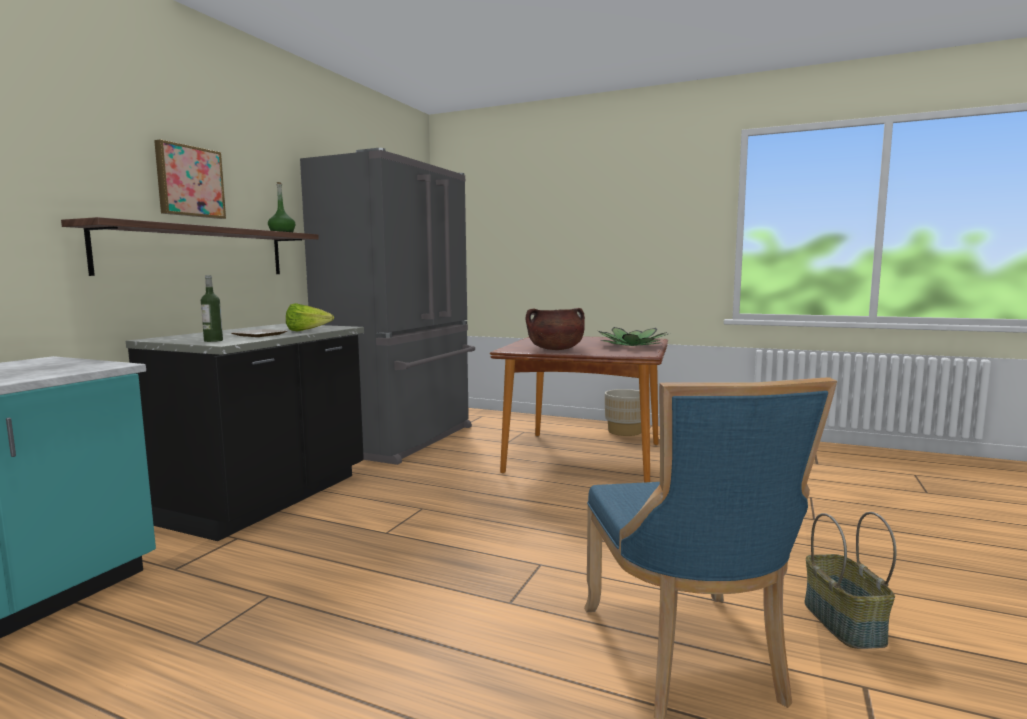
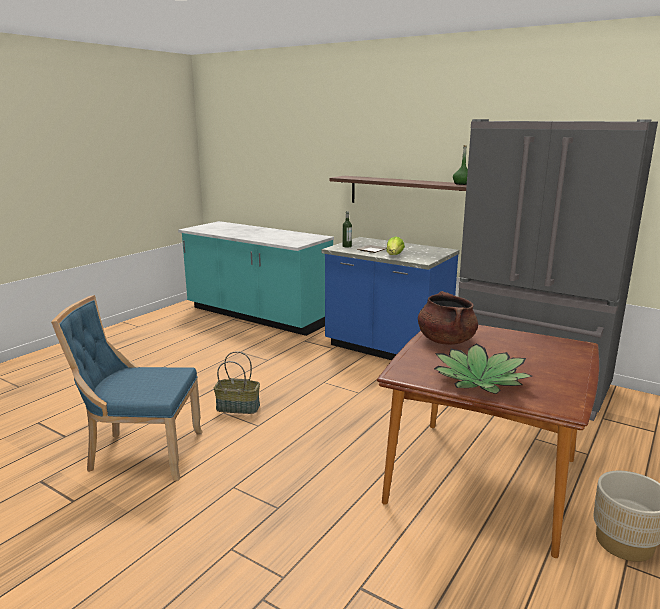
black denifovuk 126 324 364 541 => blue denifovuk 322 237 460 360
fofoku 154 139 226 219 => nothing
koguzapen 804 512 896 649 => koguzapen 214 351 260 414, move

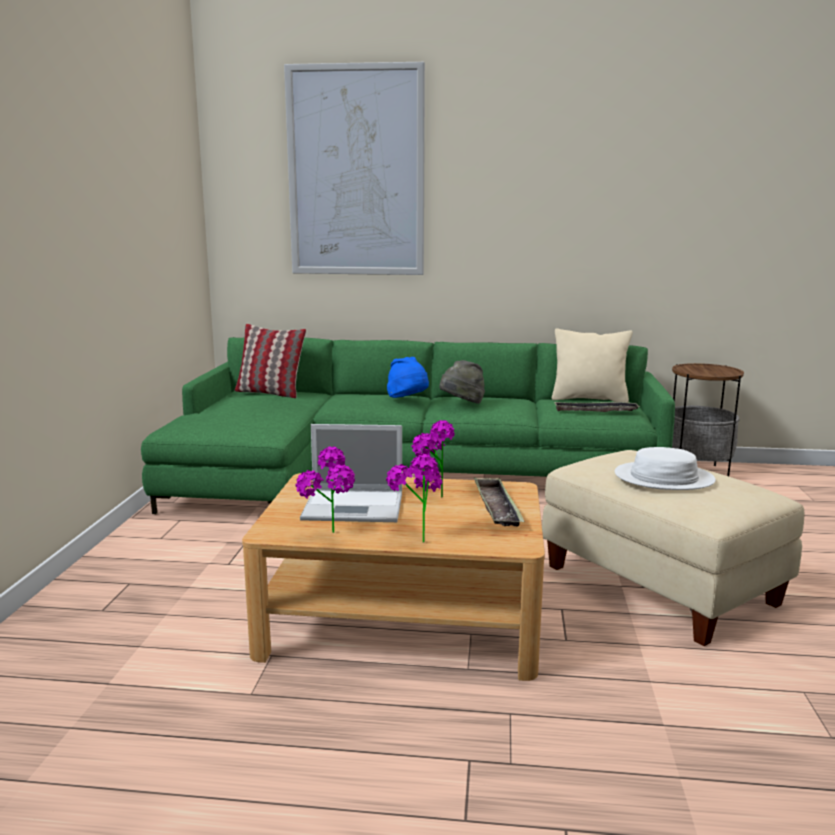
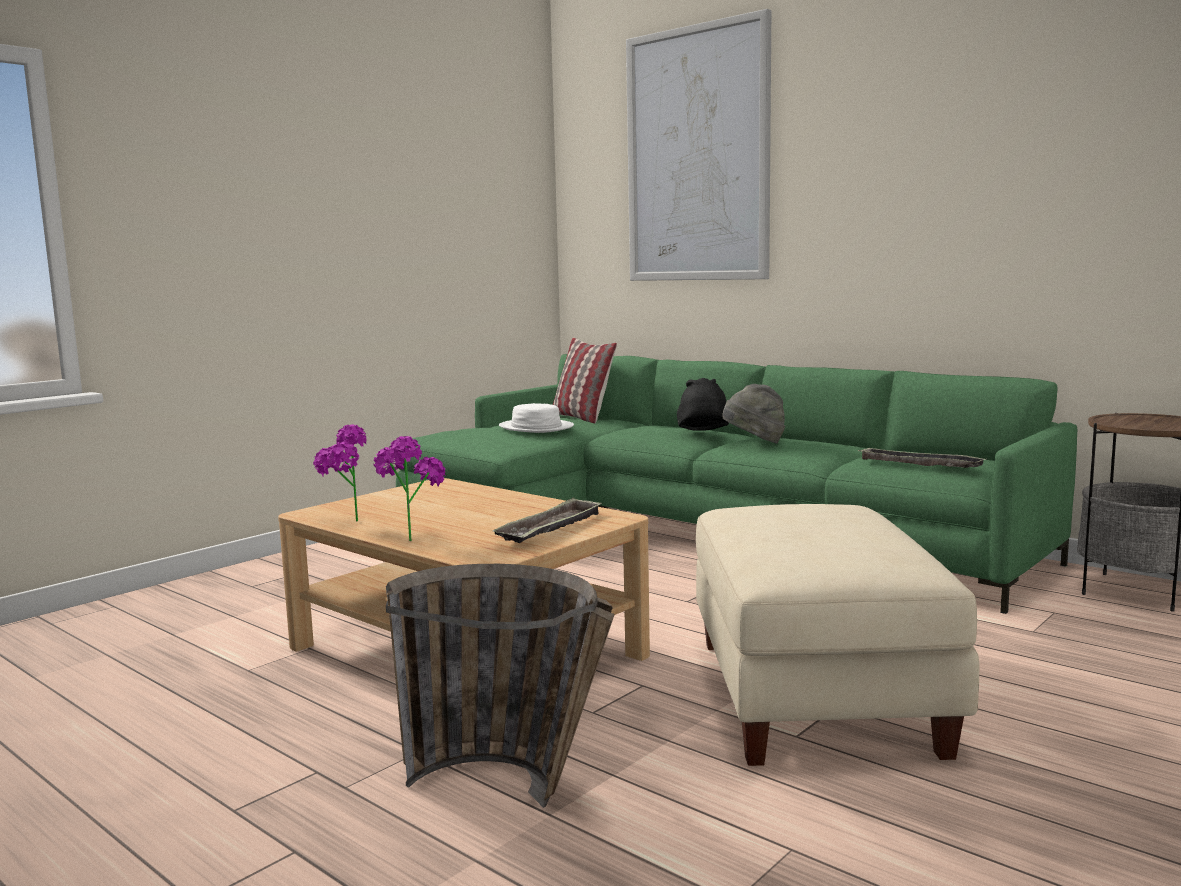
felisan 300 424 402 522 => nothing
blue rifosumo 387 357 429 398 => black rifosumo 677 378 729 431
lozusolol 412 420 455 498 => nothing
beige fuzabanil 552 329 633 402 => nothing
white rifosumo 615 447 716 490 => white rifosumo 499 403 574 433, move
nothing => koguzapen 386 564 615 808

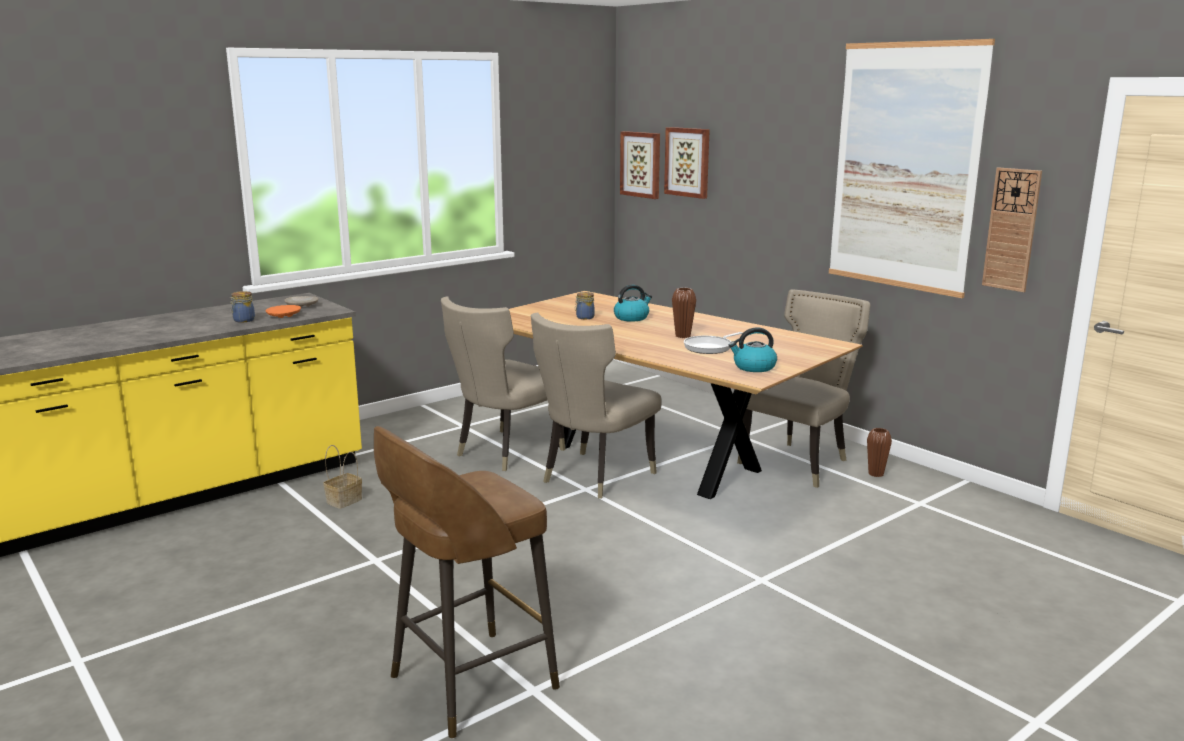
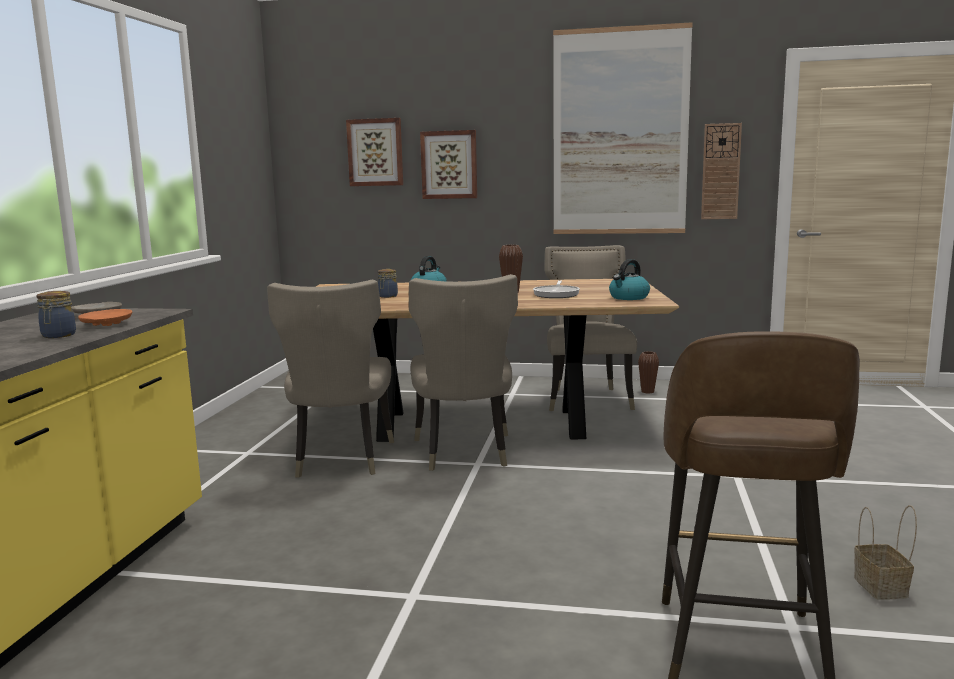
koguzapen 323 445 362 509 => koguzapen 854 505 917 599, move
fofoku 620 131 660 199 => fofoku 420 130 477 199, move

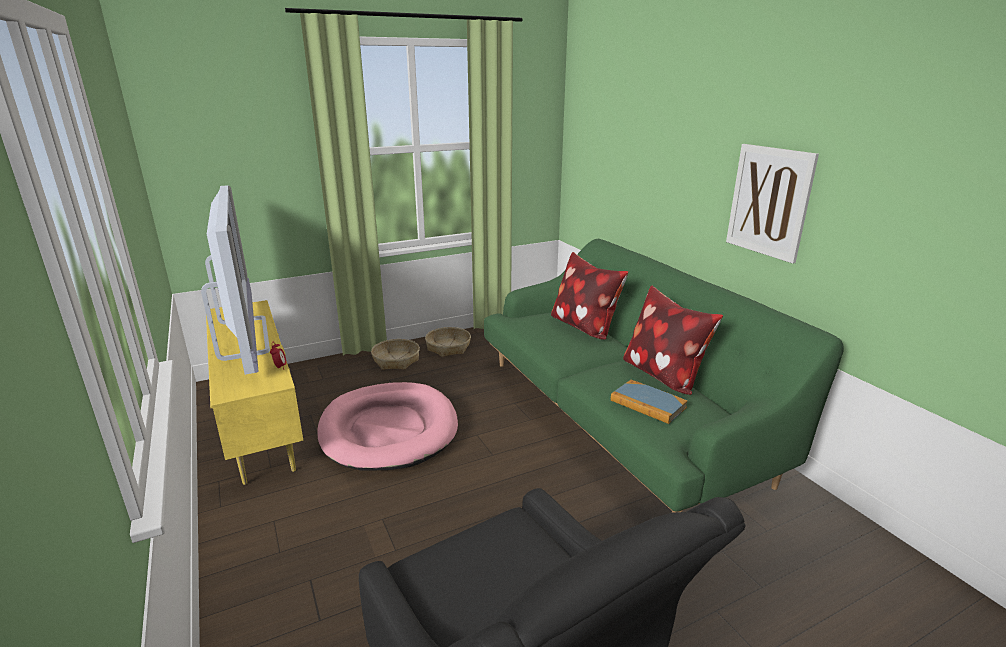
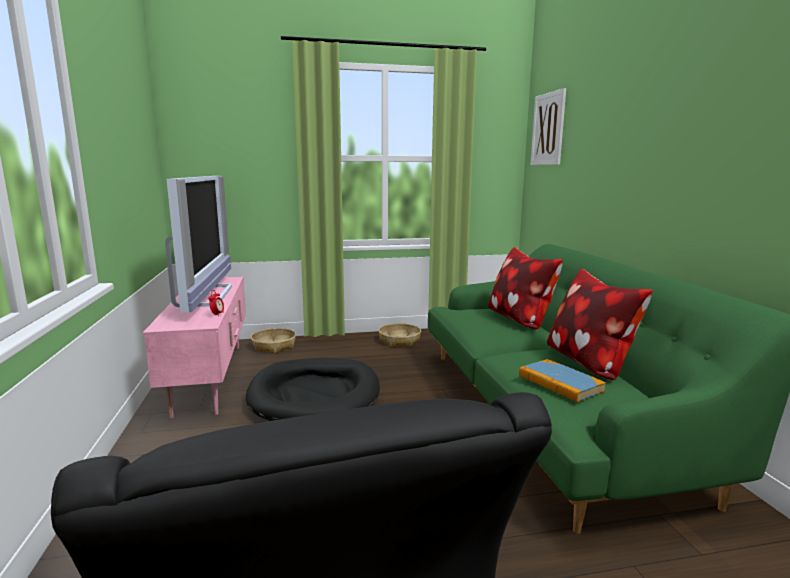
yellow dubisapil 206 300 303 485 => pink dubisapil 142 277 246 419
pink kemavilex 317 382 458 471 => black kemavilex 246 358 380 421
koguzapen 371 339 420 370 => koguzapen 251 328 296 353, move
fofoku 726 144 819 264 => fofoku 530 88 566 165, move

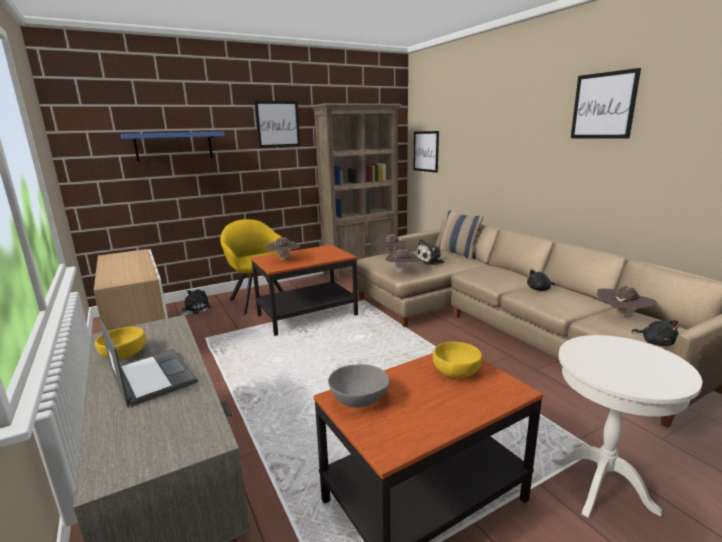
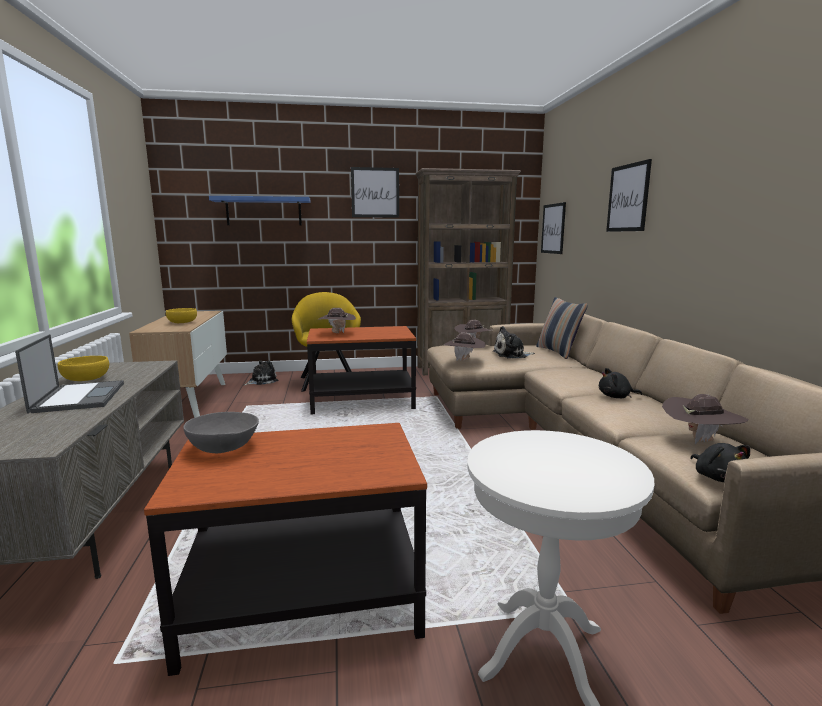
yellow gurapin 433 342 482 378 => yellow gurapin 166 308 197 323, move
fofoku 571 68 641 139 => fofoku 606 159 652 232, move

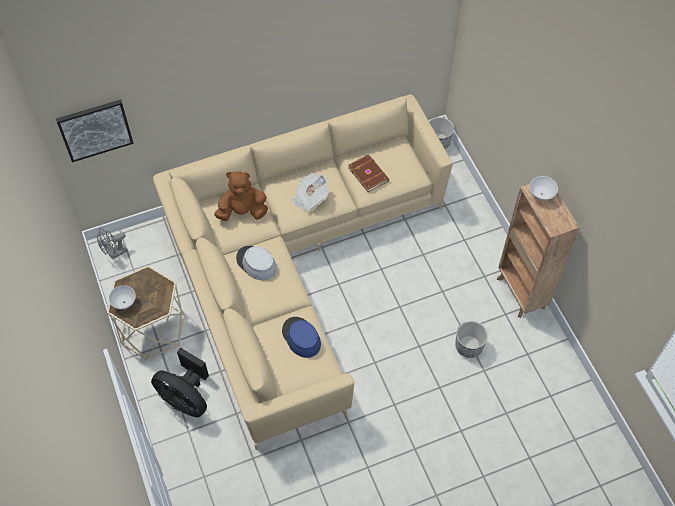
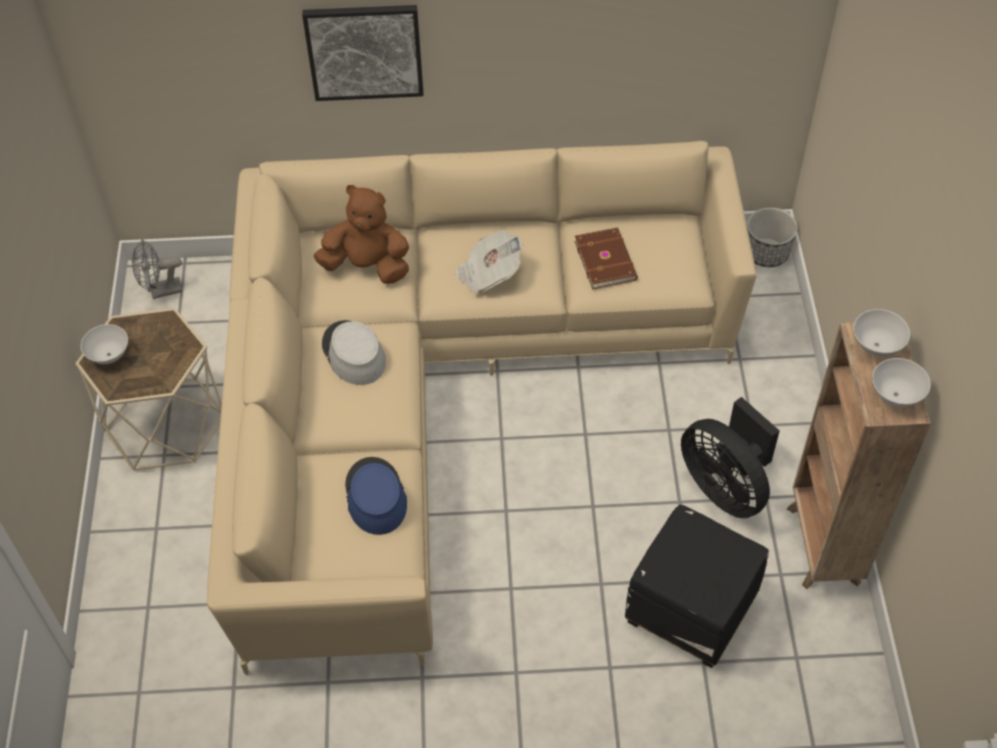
fofoku 56 100 134 162 => fofoku 302 5 423 101, move
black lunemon 151 348 209 417 => black lunemon 681 397 779 518, move
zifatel 455 321 488 358 => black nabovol 625 505 769 668
nothing => white gurapin 872 358 931 407

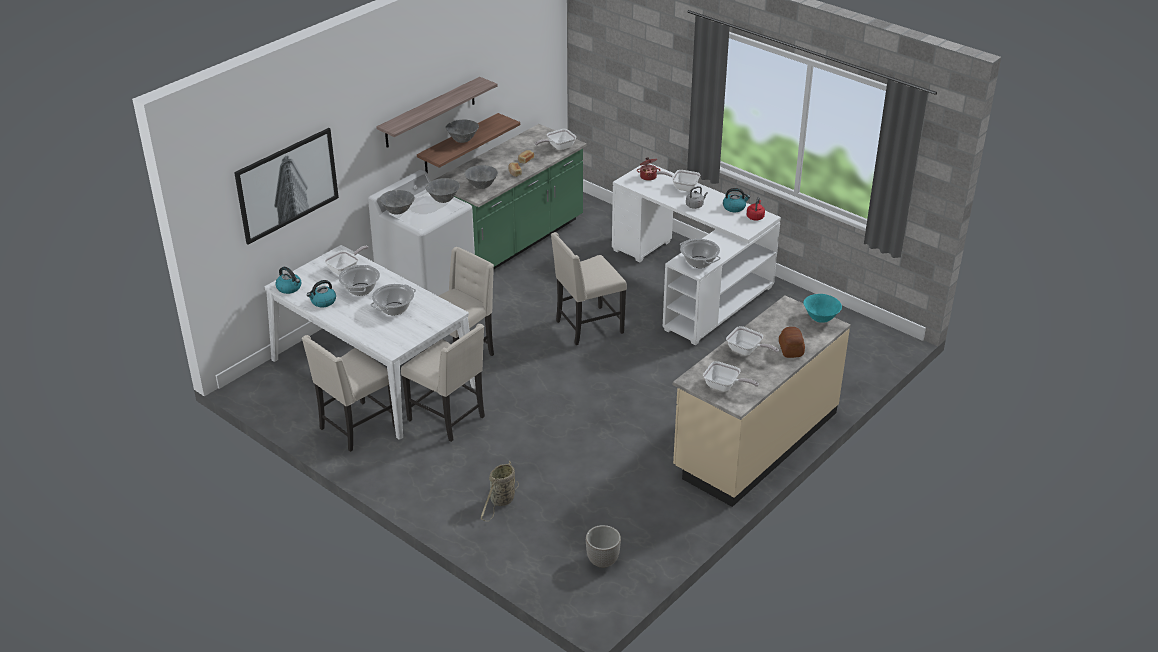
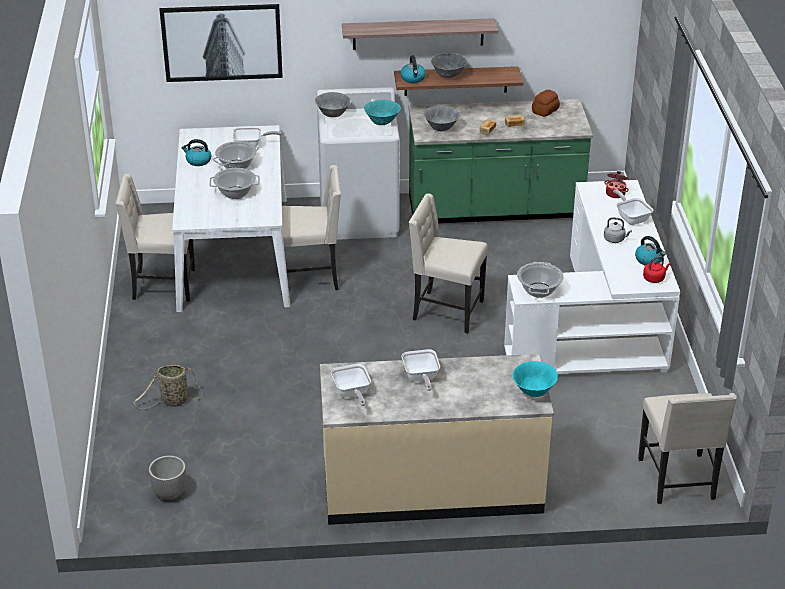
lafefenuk 275 267 301 294 => lafefenuk 401 55 426 83, move
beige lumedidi 401 324 485 442 => beige lumedidi 638 393 737 504, move
grey gurapin 426 178 460 203 => turquoise gurapin 364 100 401 125
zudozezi 535 129 576 150 => nothing
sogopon 779 327 805 358 => sogopon 532 90 560 117, move

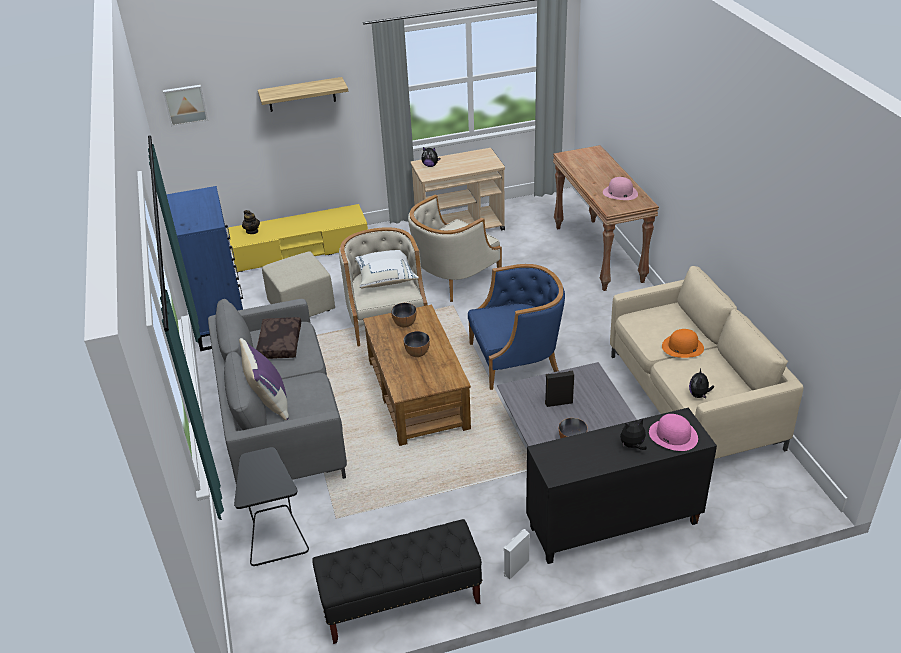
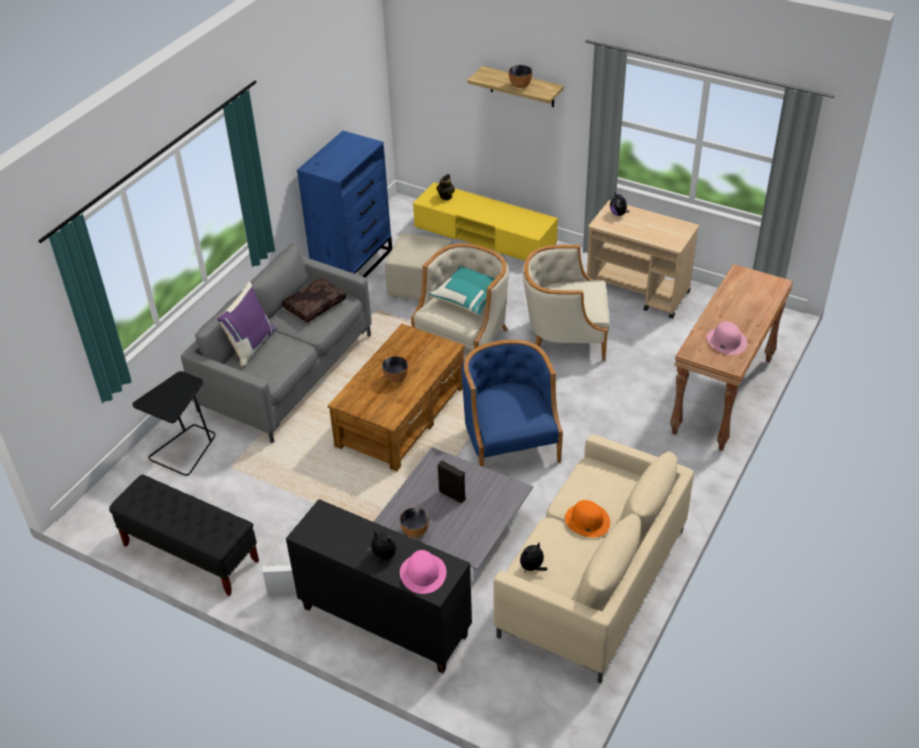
fofoku 163 85 208 126 => nothing
white fuzabanil 355 250 419 288 => turquoise fuzabanil 428 266 495 316
gurapin 391 303 417 328 => gurapin 508 65 532 88, move
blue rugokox 468 264 565 390 => blue rugokox 462 340 563 467, 135 degrees counterclockwise

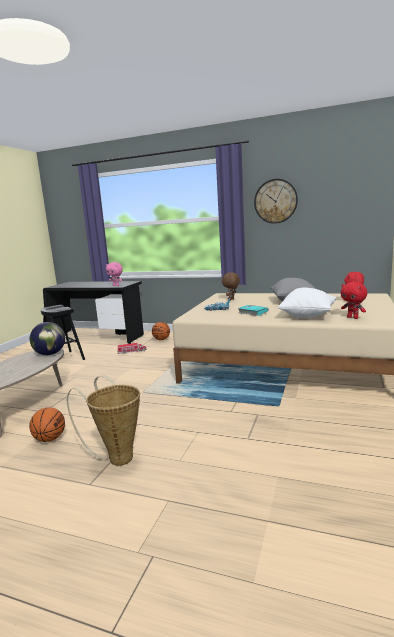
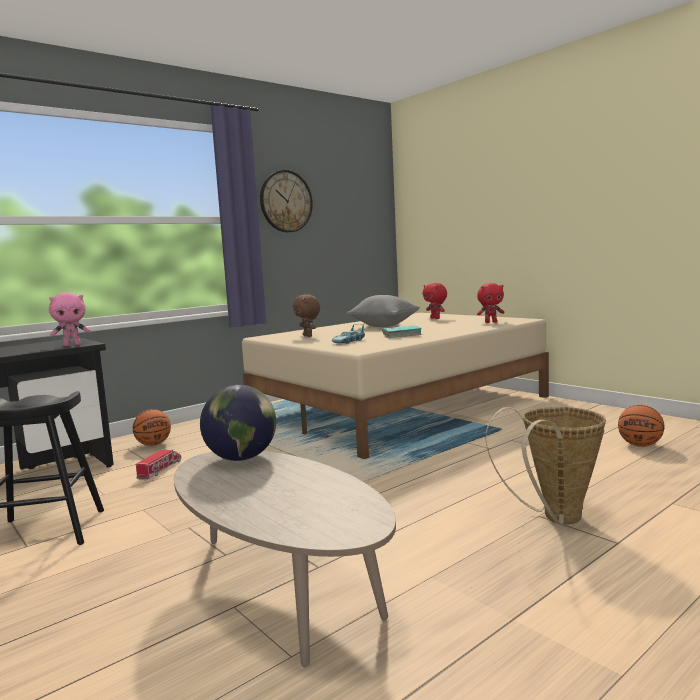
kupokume 29 407 65 442 => kupokume 618 405 664 447, move
white fuzabanil 278 288 336 318 => nothing

